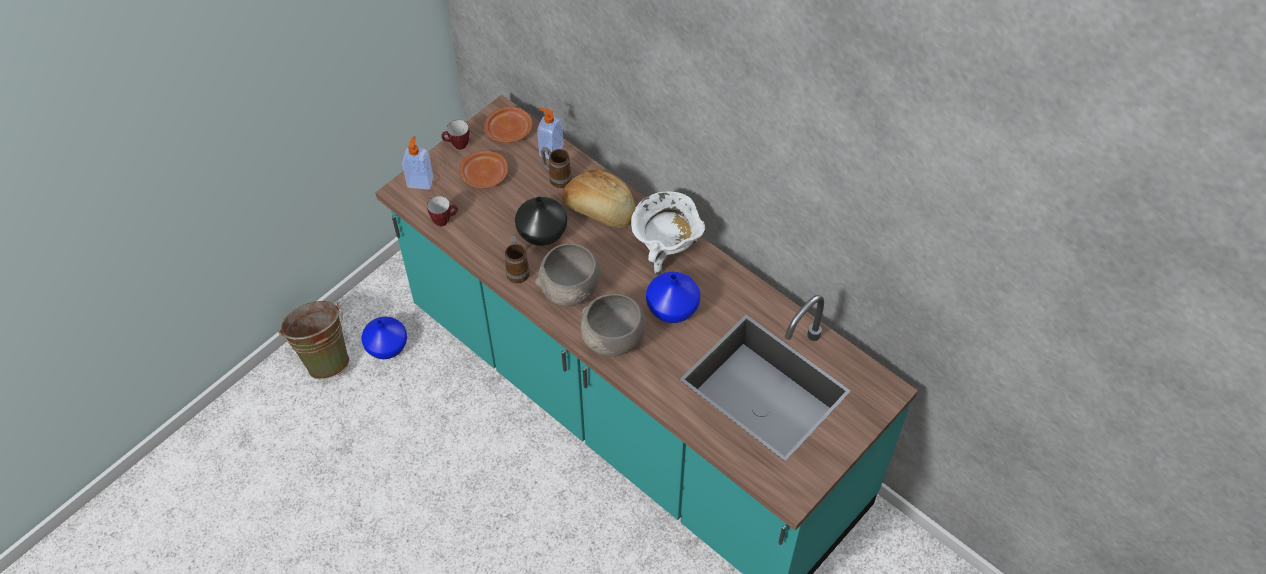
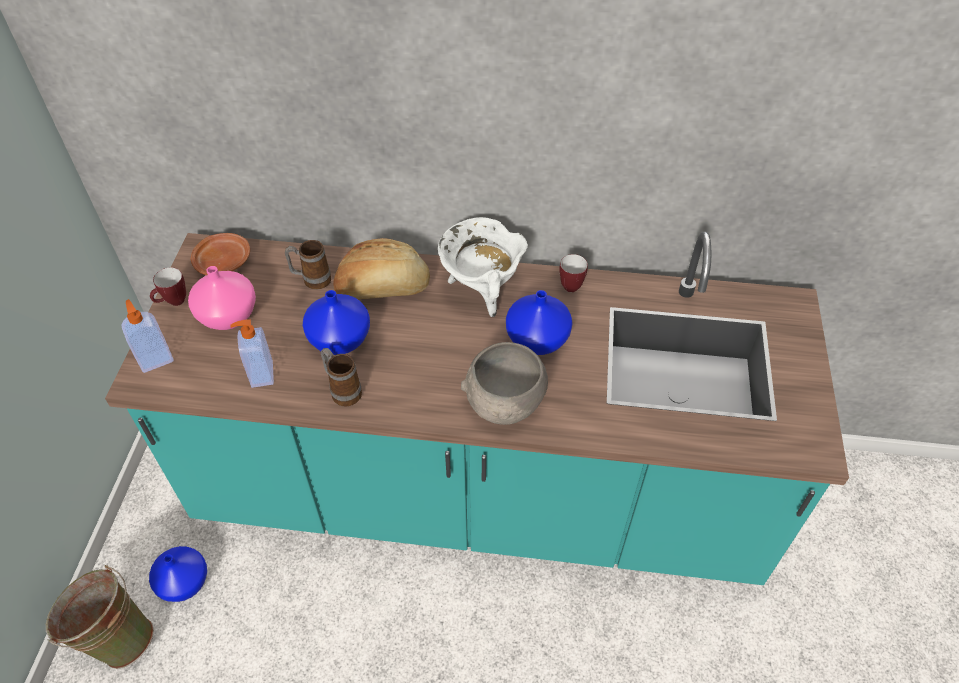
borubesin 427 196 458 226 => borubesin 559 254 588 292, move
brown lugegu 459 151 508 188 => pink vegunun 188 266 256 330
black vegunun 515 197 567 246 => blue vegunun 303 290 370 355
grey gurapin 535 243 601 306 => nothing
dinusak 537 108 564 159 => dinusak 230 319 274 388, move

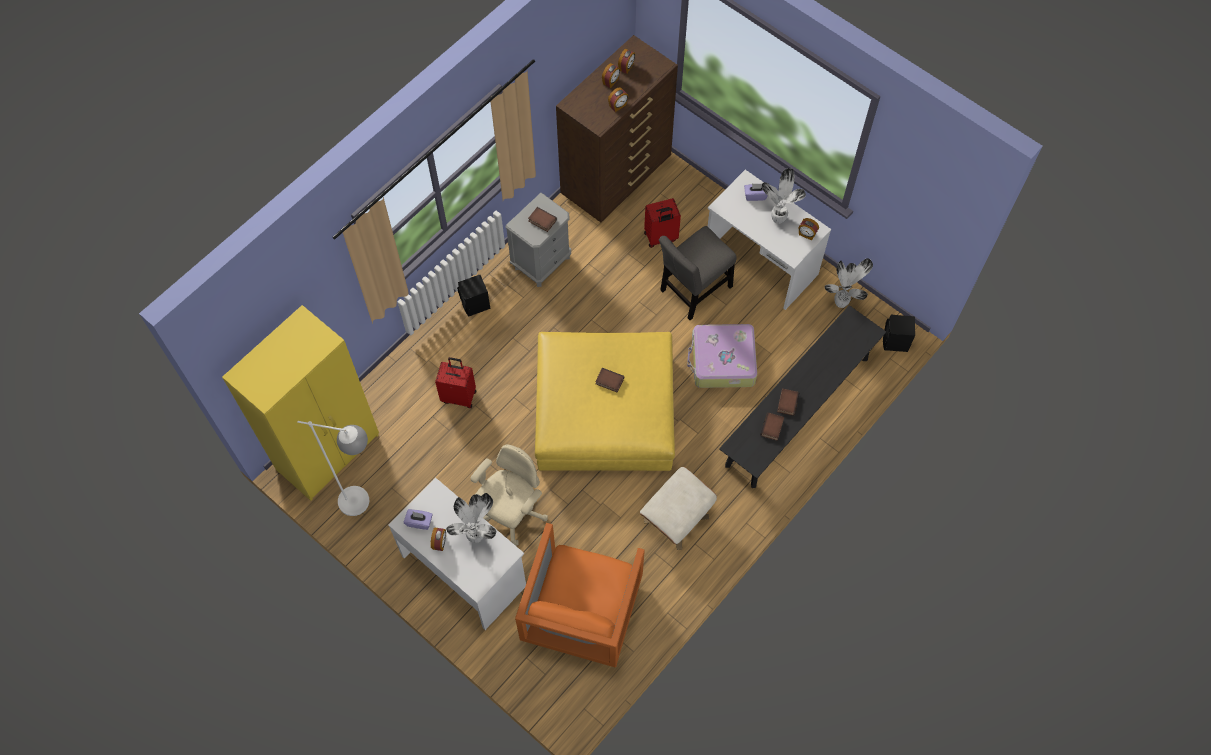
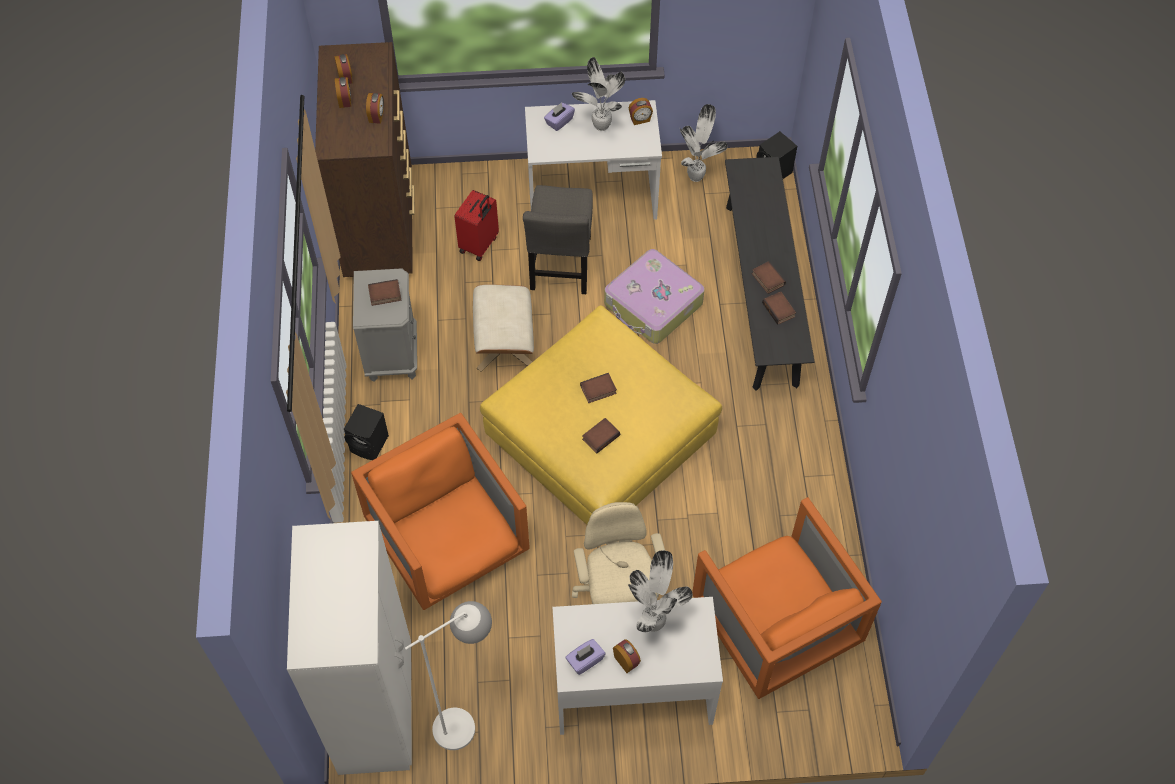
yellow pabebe 222 305 379 501 => white pabebe 287 521 412 775
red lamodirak 435 357 476 408 => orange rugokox 351 413 530 610
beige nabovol 640 467 717 550 => beige nabovol 473 285 534 372, move
nothing => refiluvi 582 418 620 453

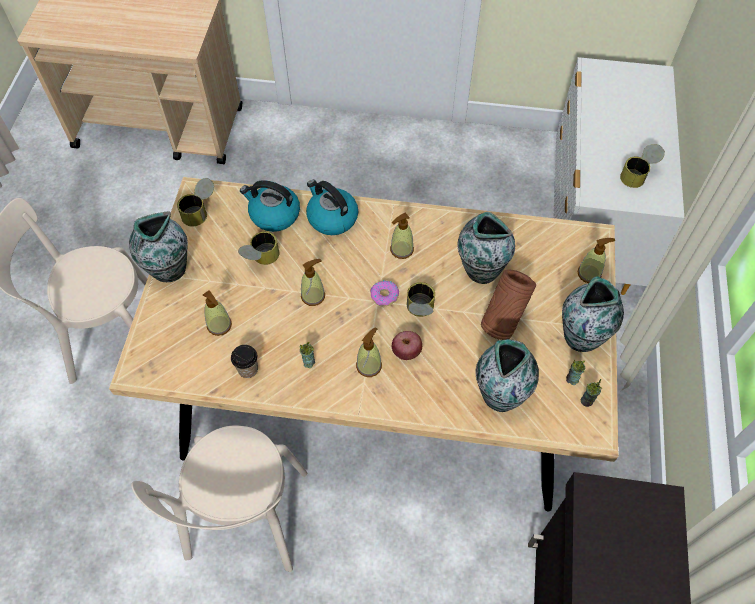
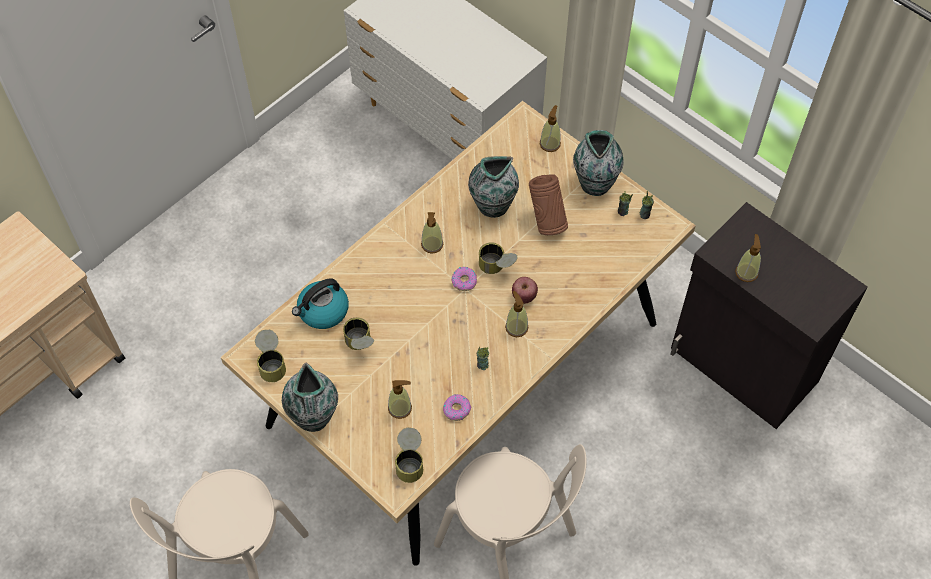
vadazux 231 345 258 378 => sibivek 443 394 471 421
dinusak 301 259 325 306 => dinusak 735 234 761 282, move
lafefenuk 306 180 358 235 => nothing
vegunun 475 339 539 412 => nothing
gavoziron 620 144 665 188 => gavoziron 395 427 423 483, move

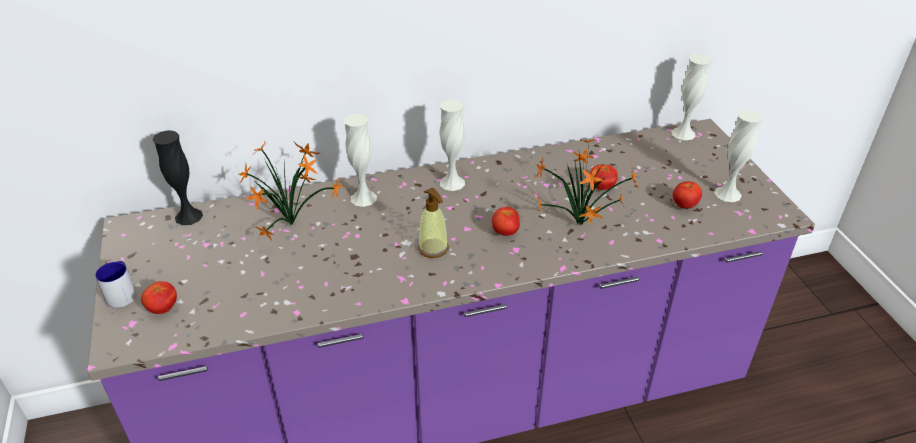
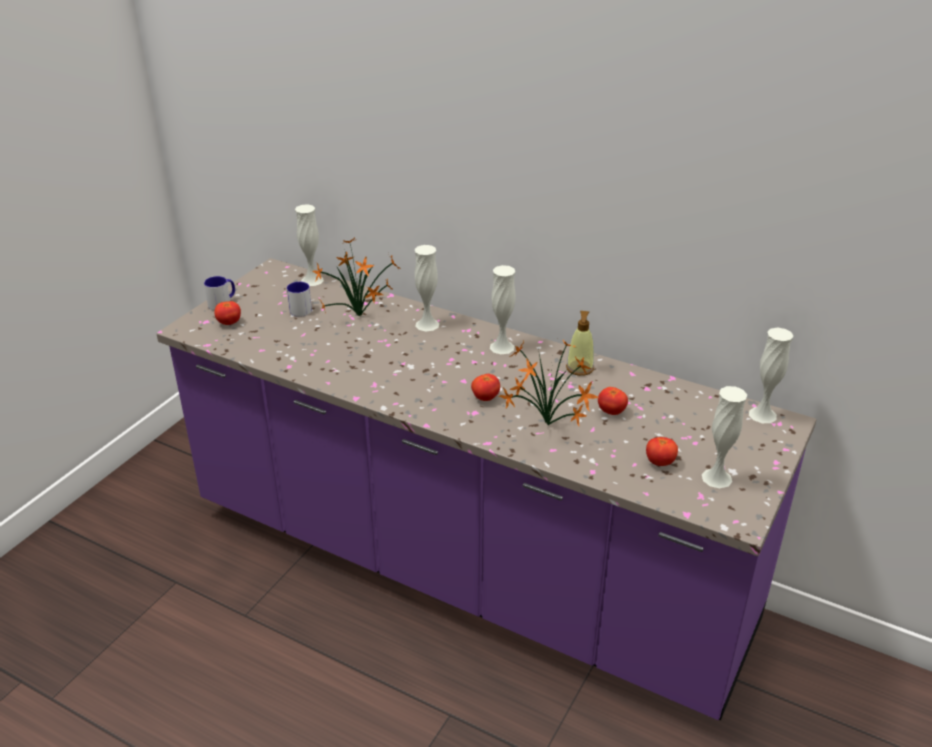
black vegunun 152 130 203 225 => white vegunun 295 204 324 286
dinusak 418 188 449 258 => dinusak 566 311 594 376, move
nothing => borubesin 287 282 312 317

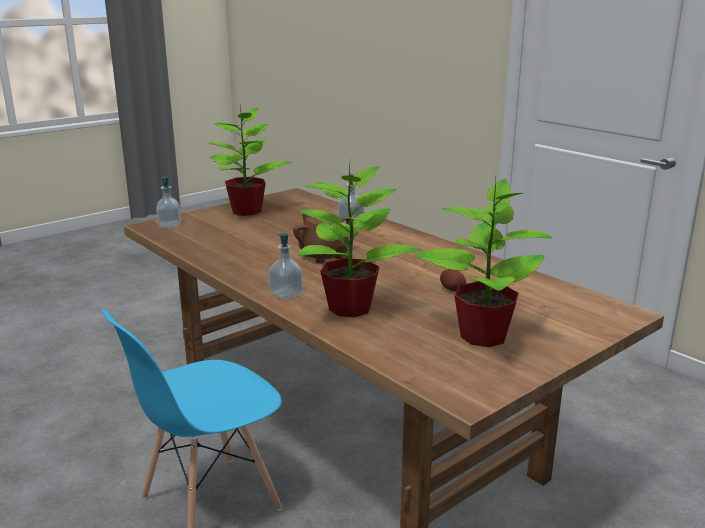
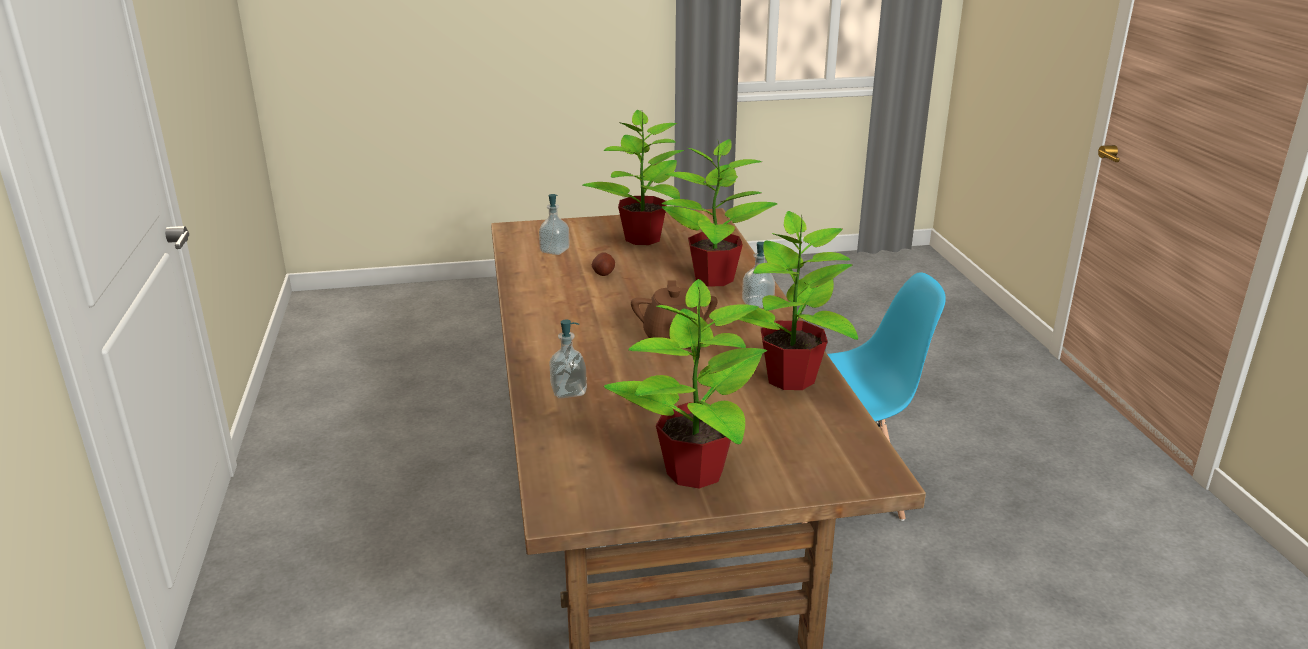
dinusak 156 177 181 228 => dinusak 539 194 570 255, move
nothing => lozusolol 738 211 858 390

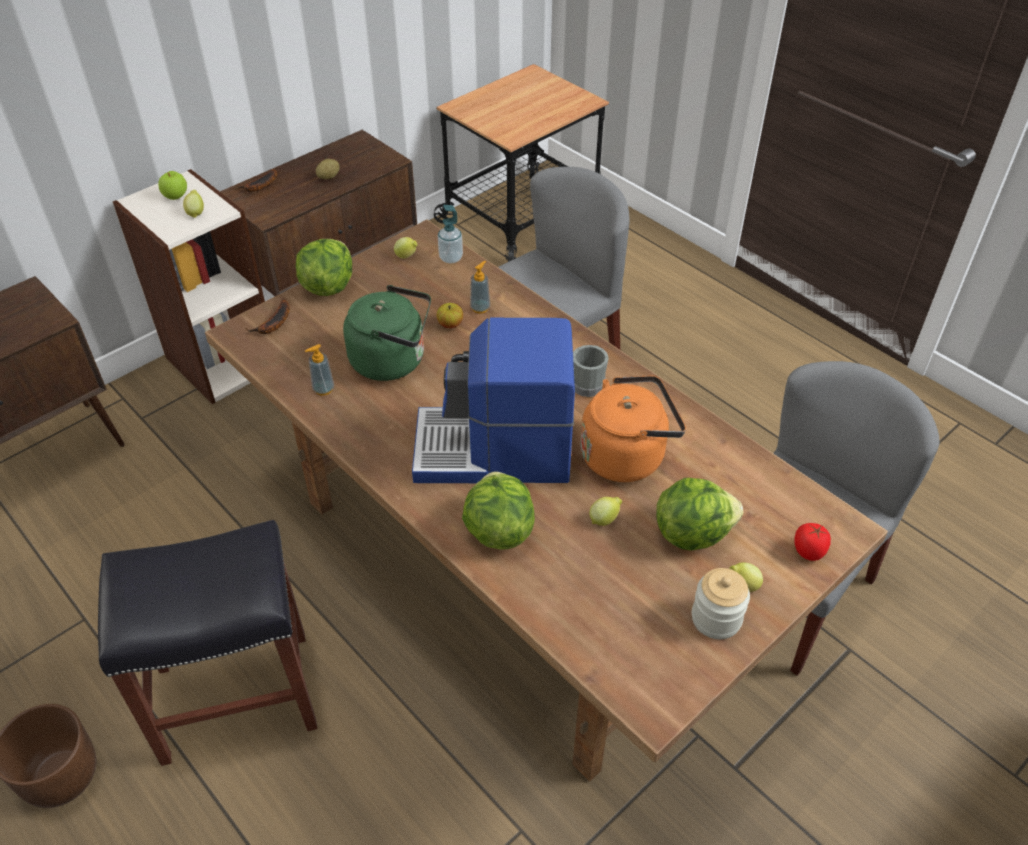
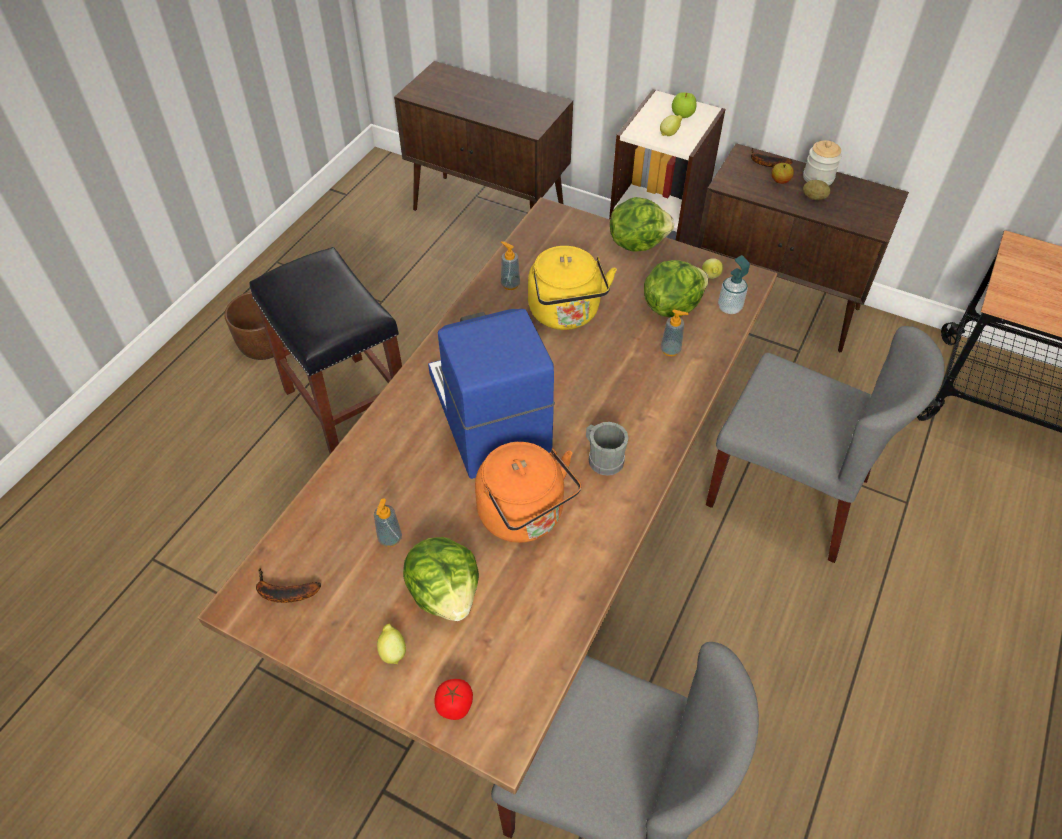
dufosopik 245 299 290 334 => dufosopik 256 568 321 603, move
green lafefenuk 343 285 431 381 => yellow lafefenuk 528 246 617 330
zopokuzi 437 303 463 328 => zopokuzi 771 163 794 184, move
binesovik 462 471 535 550 => binesovik 644 260 709 317, move
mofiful 589 497 622 526 => nothing
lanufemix 692 568 750 639 => lanufemix 803 140 842 186, move
nothing => dinusak 374 498 402 547

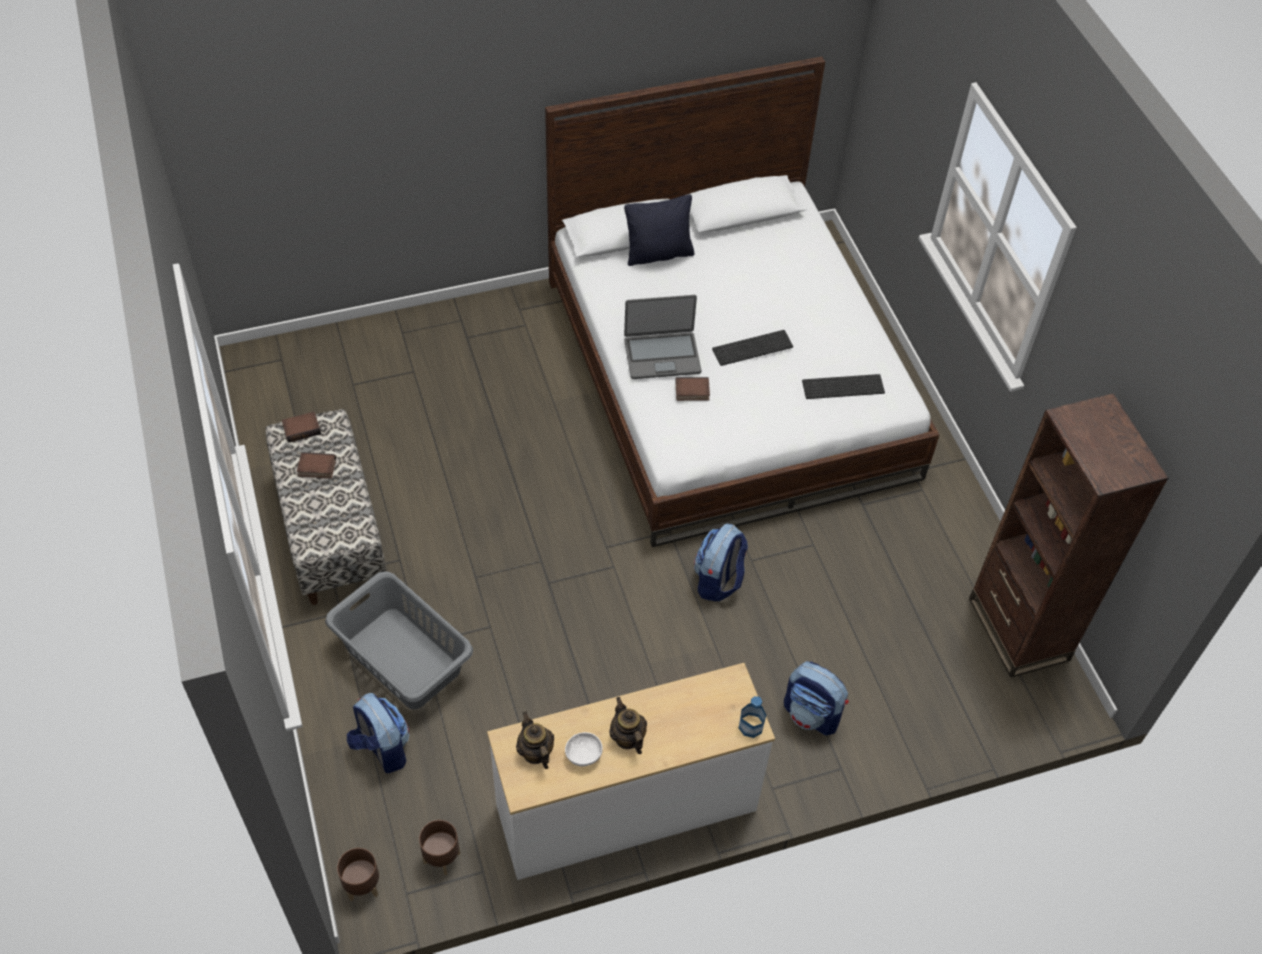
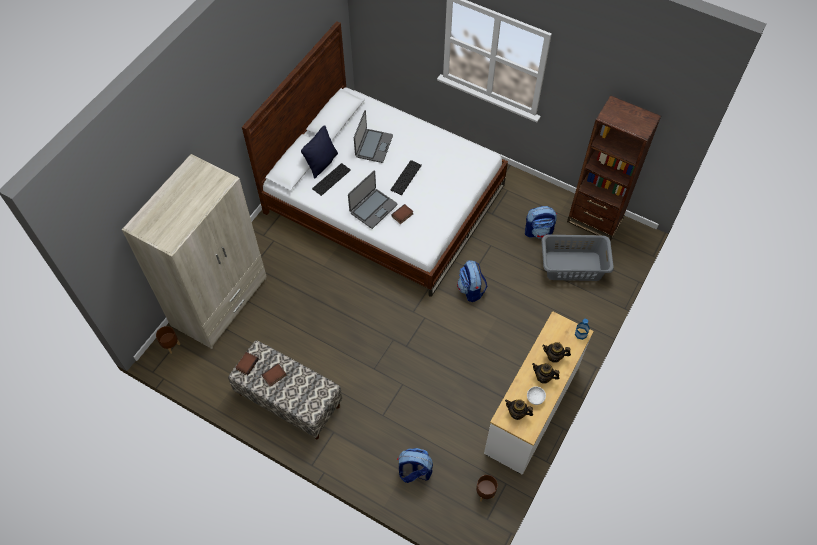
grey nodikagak 325 571 473 709 => grey nodikagak 541 235 614 281, move
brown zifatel 337 848 379 902 => brown zifatel 156 326 180 354, move
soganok 784 661 849 736 => soganok 525 206 557 239, move
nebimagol 802 374 885 399 => nebimagol 312 163 351 196, move
nothing => beige pabebe 122 154 267 349
nothing => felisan 354 110 393 163
nothing => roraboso 542 342 571 363

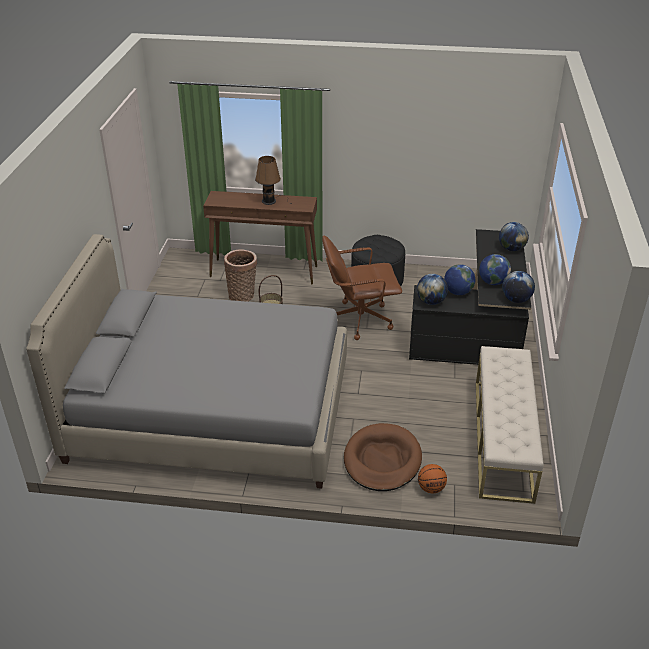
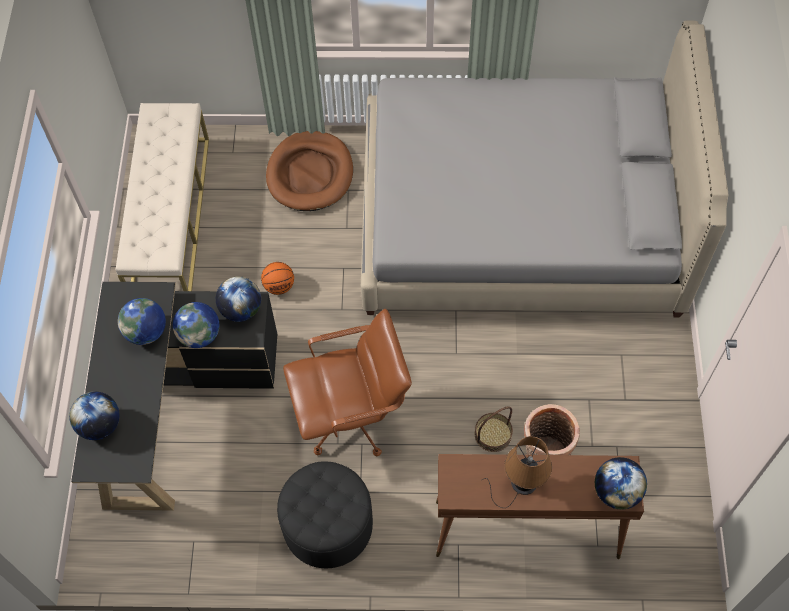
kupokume 418 464 447 493 => kupokume 261 262 294 295, move
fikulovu 502 271 535 303 => fikulovu 595 457 647 510, move

